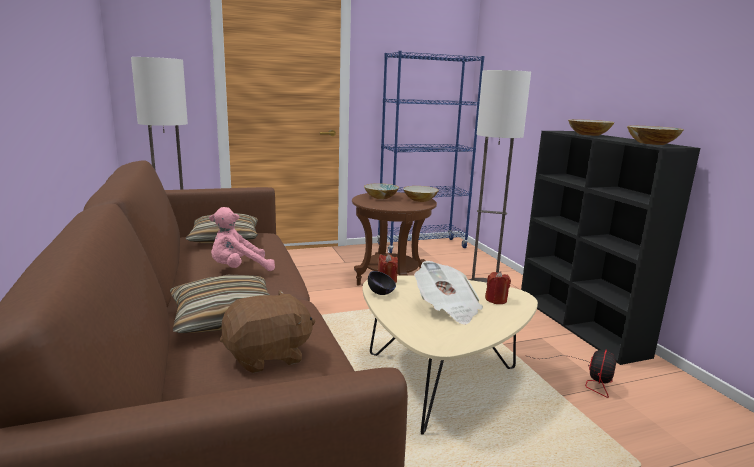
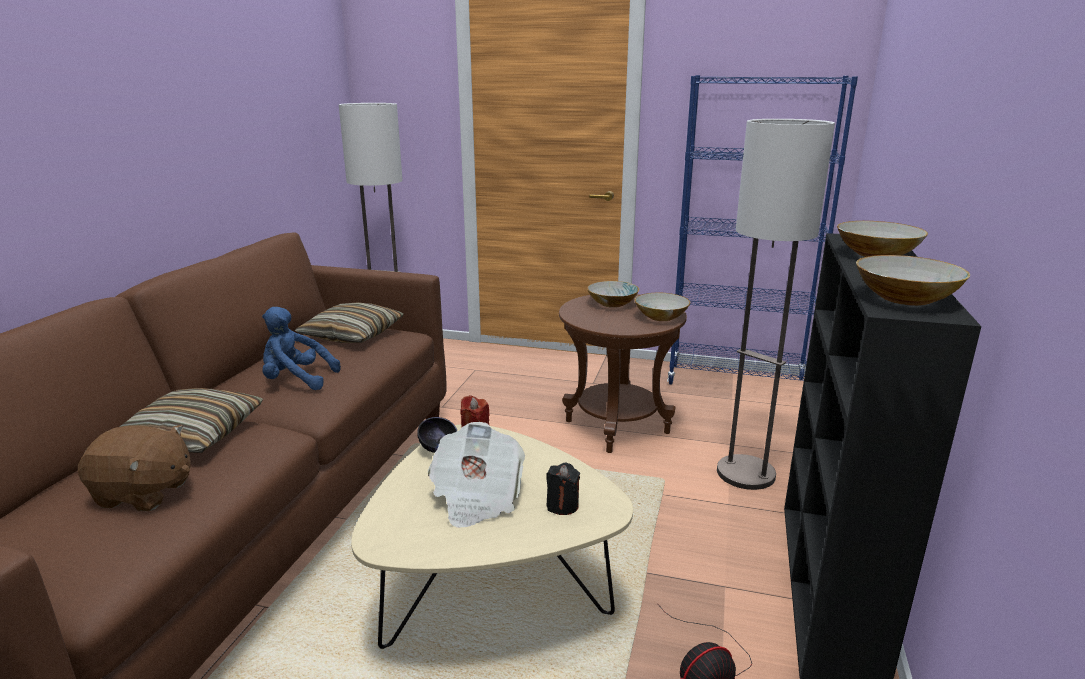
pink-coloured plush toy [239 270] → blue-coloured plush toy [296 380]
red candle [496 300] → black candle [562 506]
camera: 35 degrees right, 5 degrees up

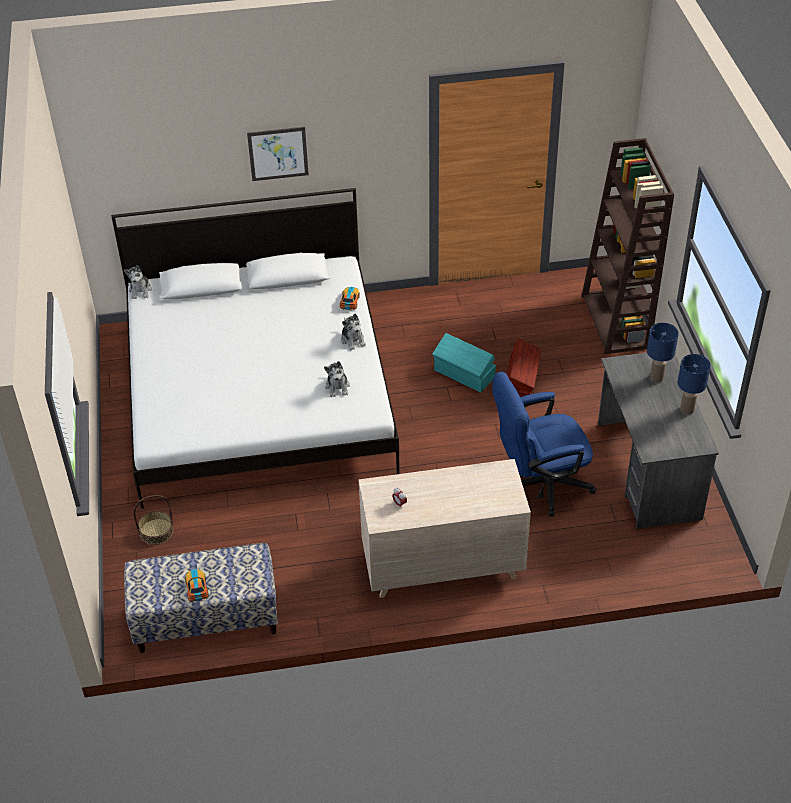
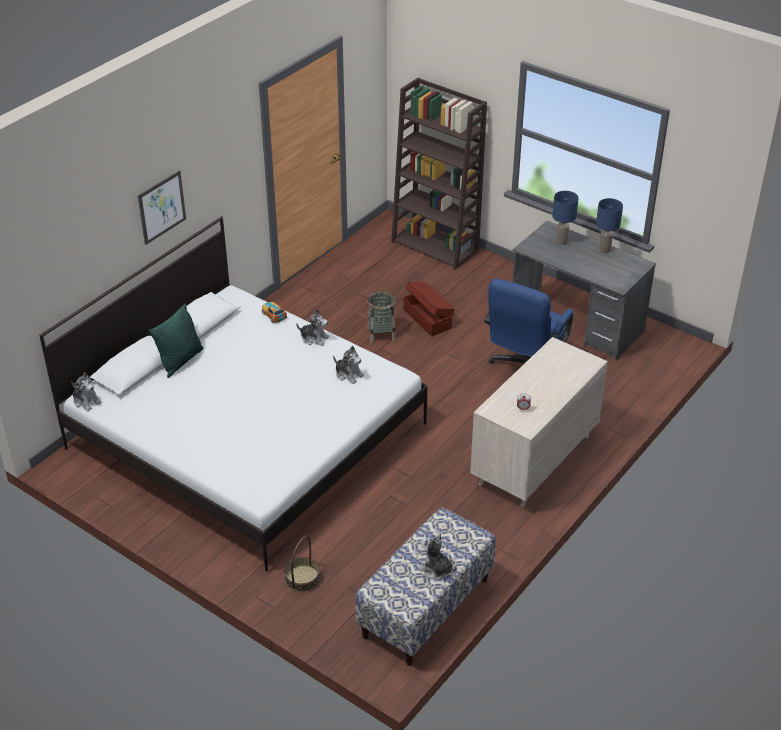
- → green-coloured pillow [180 361]
toy car [197 588] → plush toy [436 569]
turquoise-coloured storage bin [464 374] → storage basket [381 334]
camera: 45 degrees left, 5 degrees down

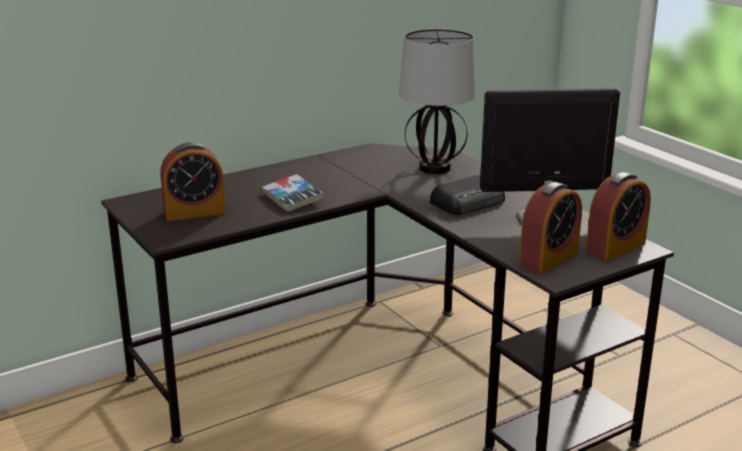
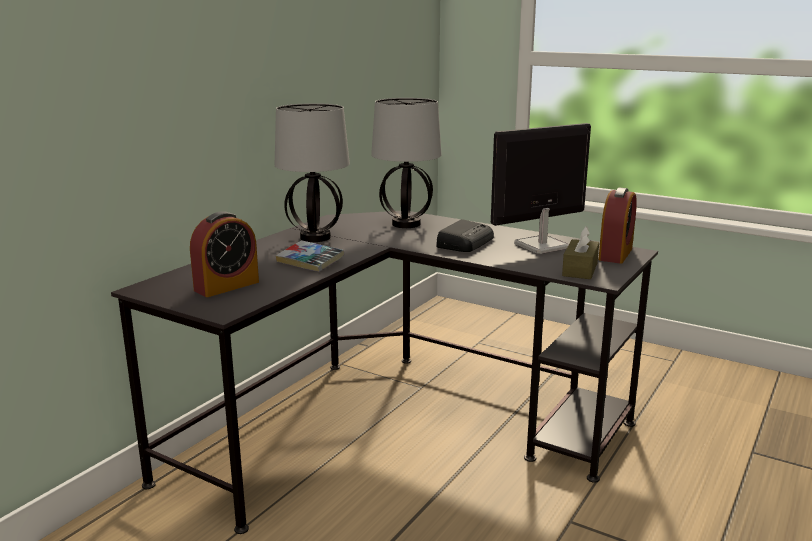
- → tabletop lamp [314 238]
bedside clock [548 259] → brown tissue holder [580 269]
camera: 25 degrees left, 5 degrees down

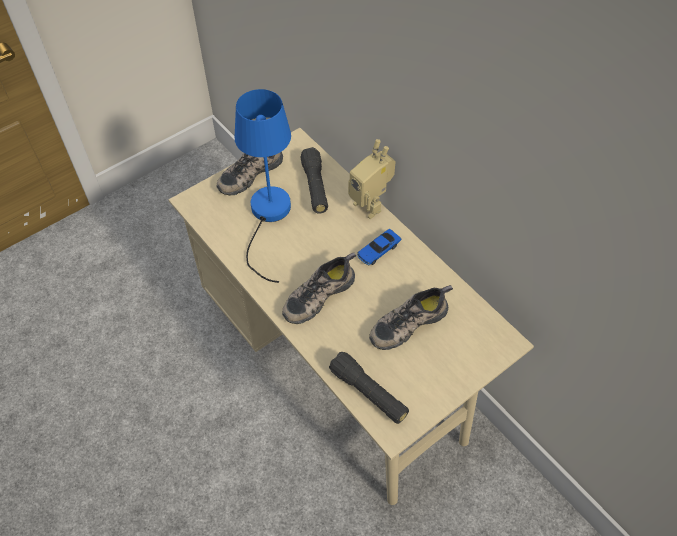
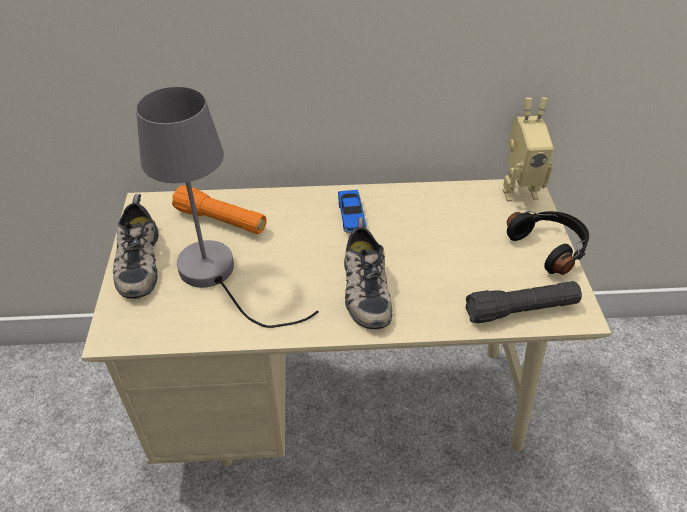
low shoe [408 322] → -
- → black pair of headphones [549 247]
toy robot [370 205] → toy robot [518 190], relocated
blue-coloured tabletop lamp [268 217] → gray tabletop lamp [218 276]
black torch [315 187] → orangey torch [221 220]
camera: 55 degrees left, 10 degrees down

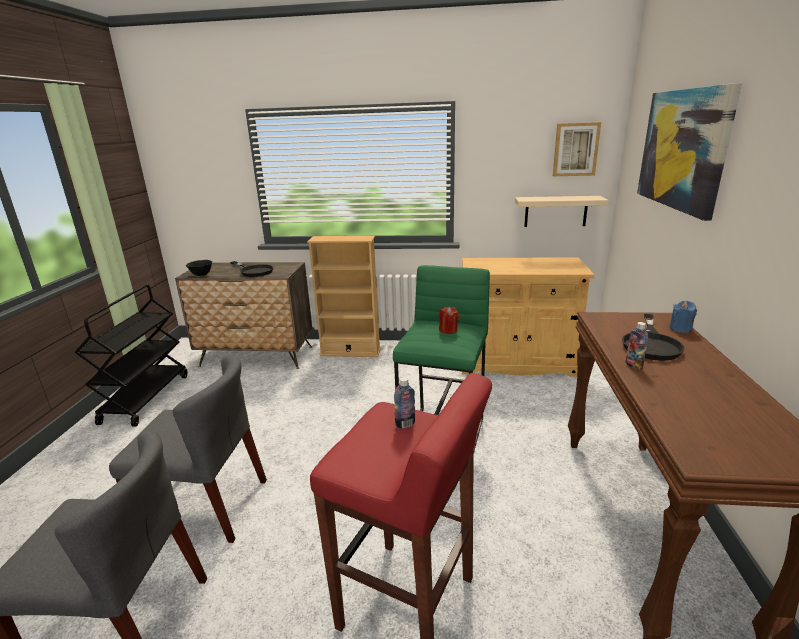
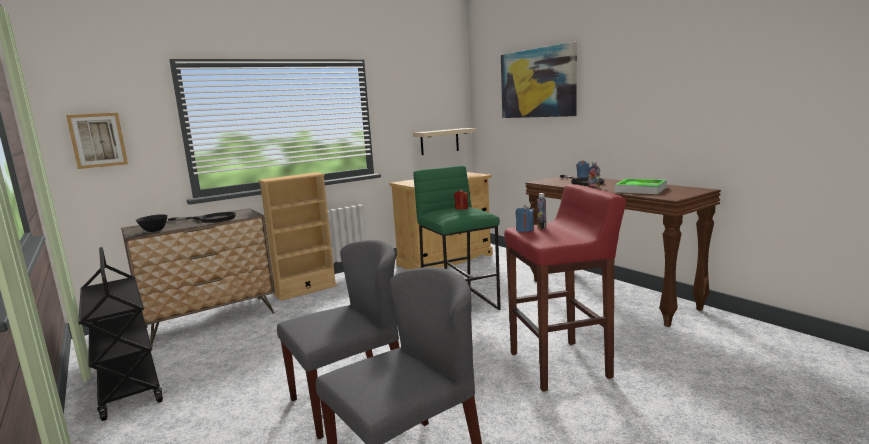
- → blue-coloured candle [525 230]
- → serving tray [640 189]
wall picture [575 149] → wall picture [98 140], relocated
camera: 40 degrees left, 10 degrees down

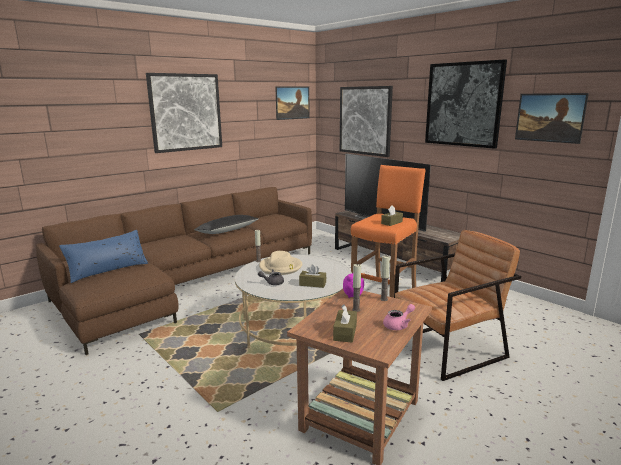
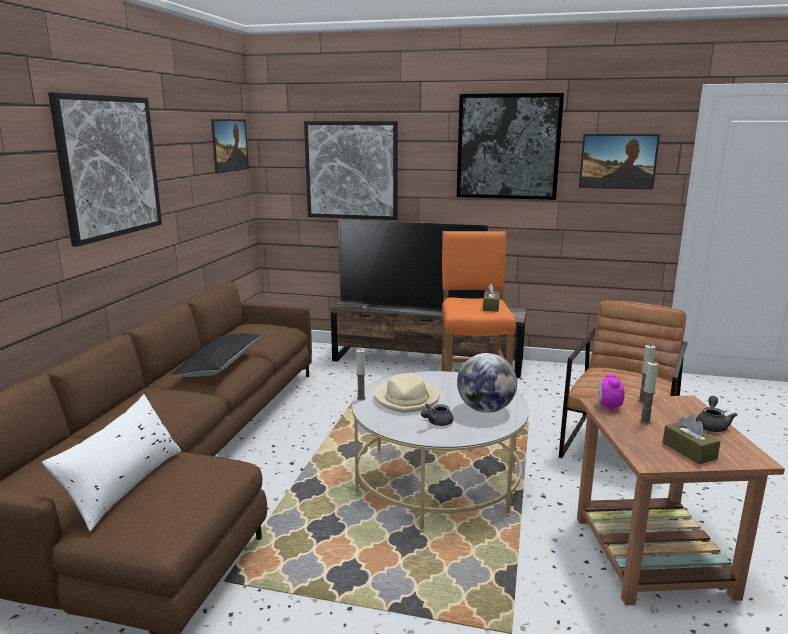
brown tissue holder [312 284] → globe [485 409]
blue-coloured pillow [108 270] → white pillow [124 484]
pink-coloured teapot [398 325] → gray teapot [712 425]
camera: 35 degrees left, 0 degrees up

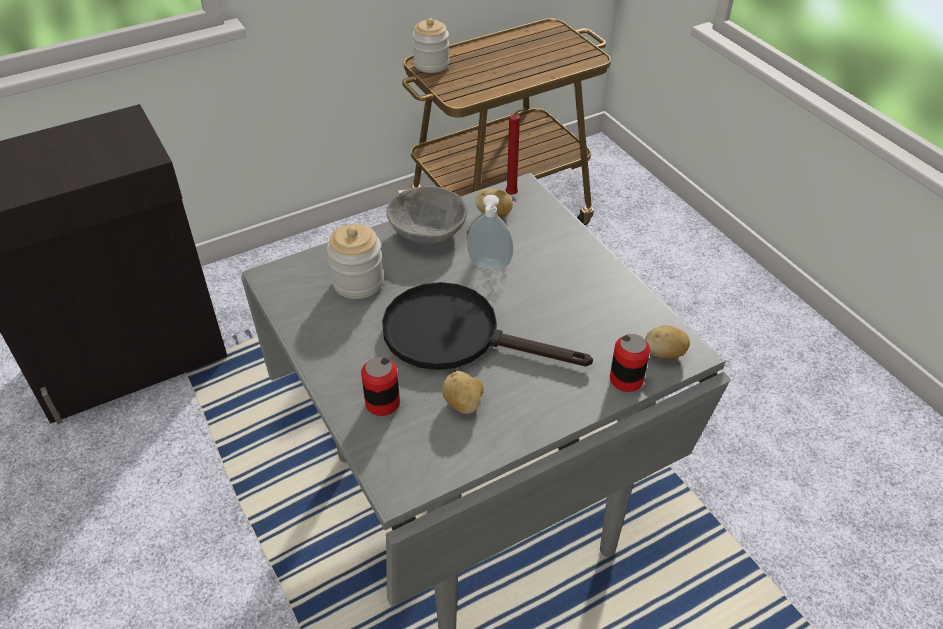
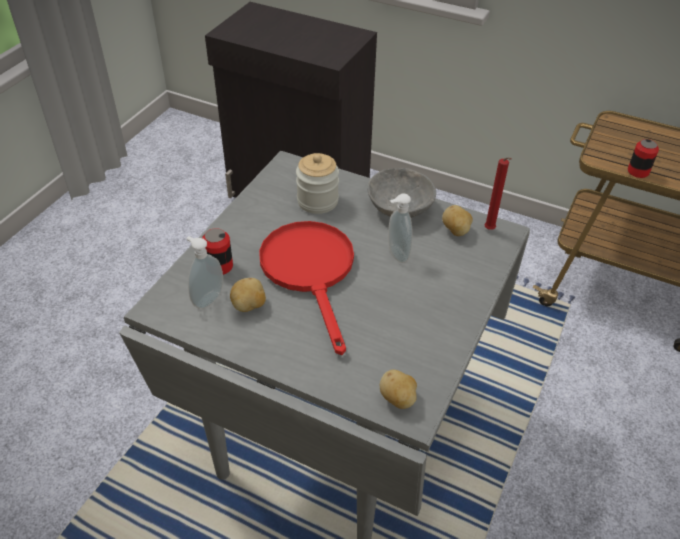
jar [431 64] → -
- → soap dispenser [207 299]
sealed can [626 380] → sealed can [638 171], relocated
black skillet [457 335] → red skillet [311 272]
camera: 55 degrees right, 0 degrees up

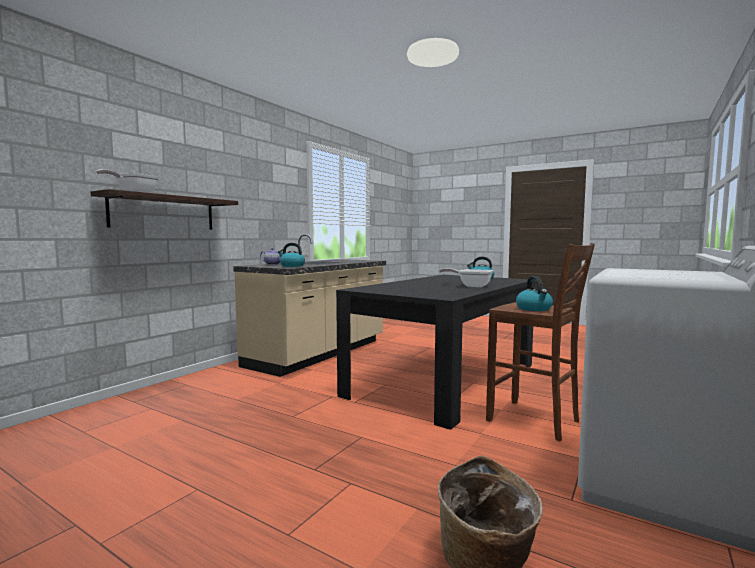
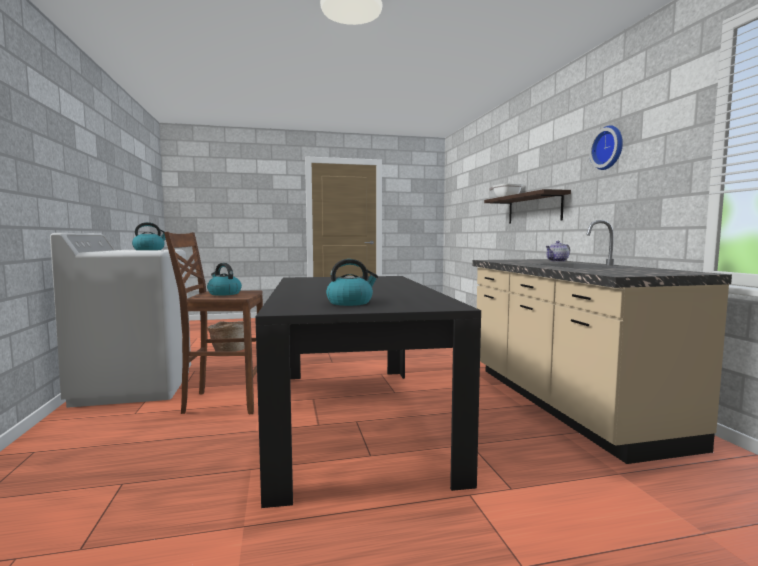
skillet [471 286] → -
- → clock on the wall [609 148]
water kettle [292 266] → water kettle [149 250], relocated
camera: 135 degrees right, 0 degrees up

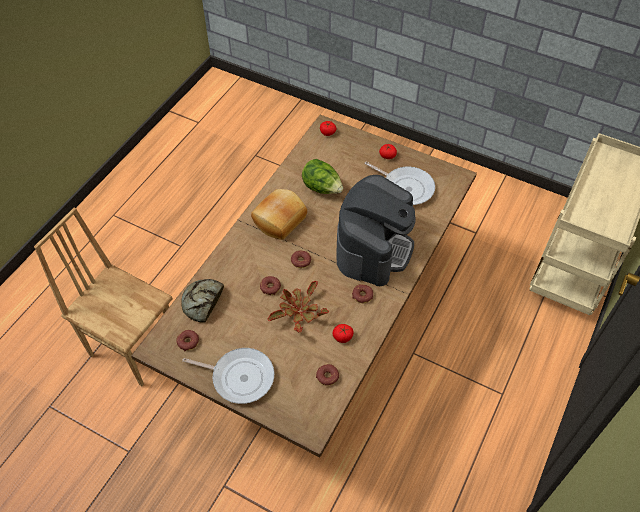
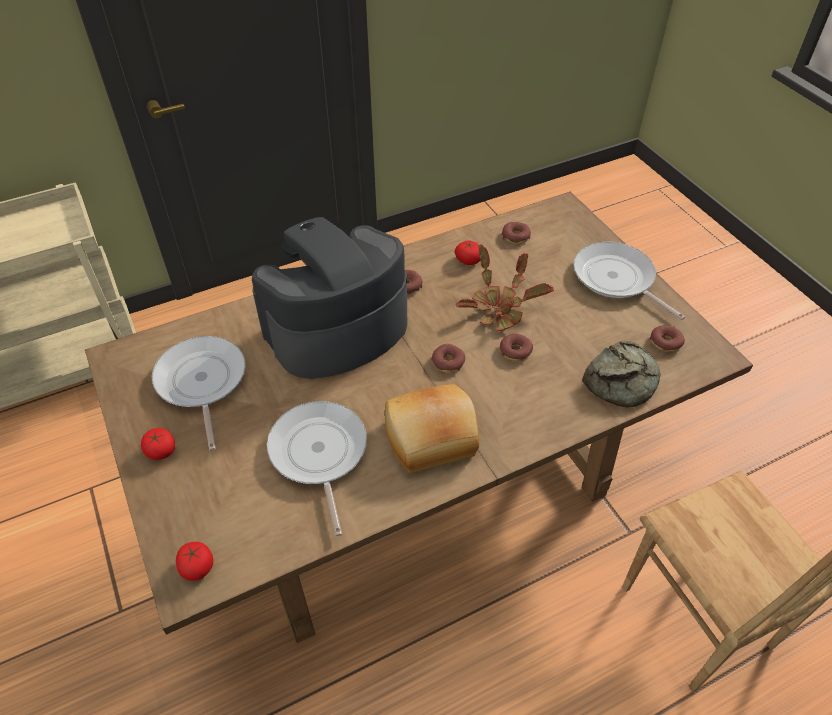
head of lettuce [322 188] → skillet [319 454]
camera: 145 degrees left, 5 degrees down

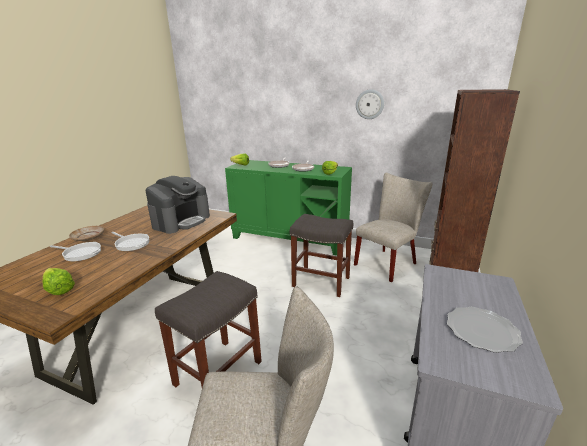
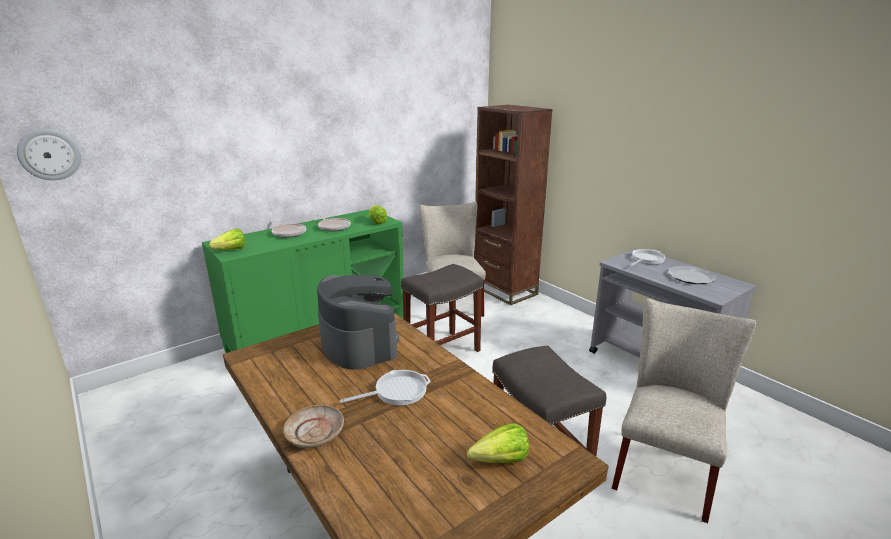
skillet [80 253] → skillet [646 259], relocated
clock on the wall [369 104] → clock on the wall [49 154], relocated
camera: 60 degrees left, 0 degrees up

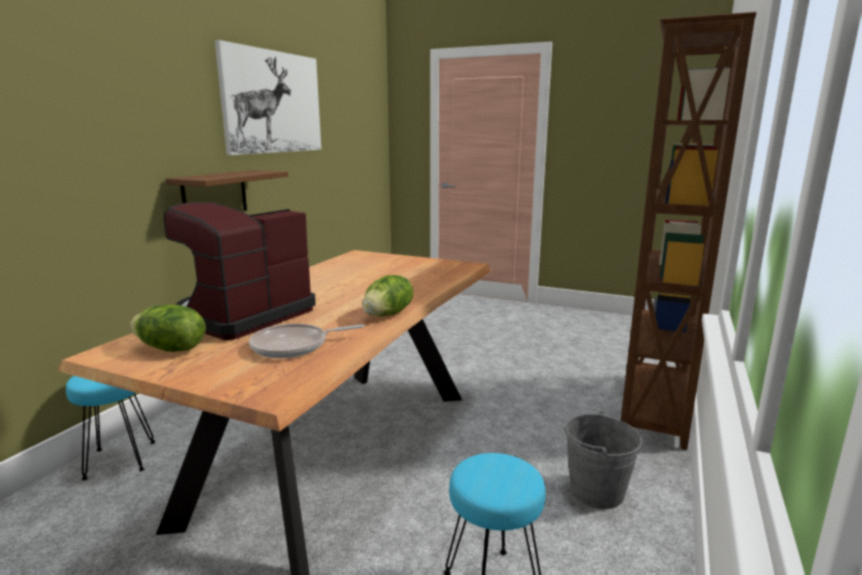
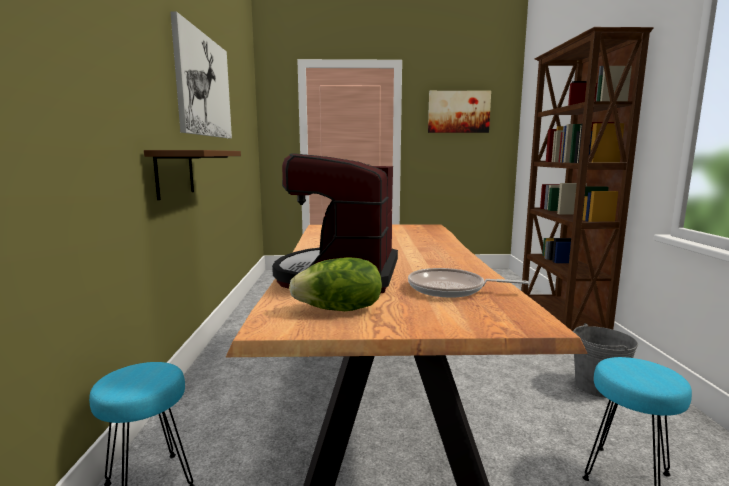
head of lettuce [388 314] → -
- → wall picture [458 112]
skillet [294 346] → skillet [450 289], 60 degrees clockwise
camera: 25 degrees left, 5 degrees down

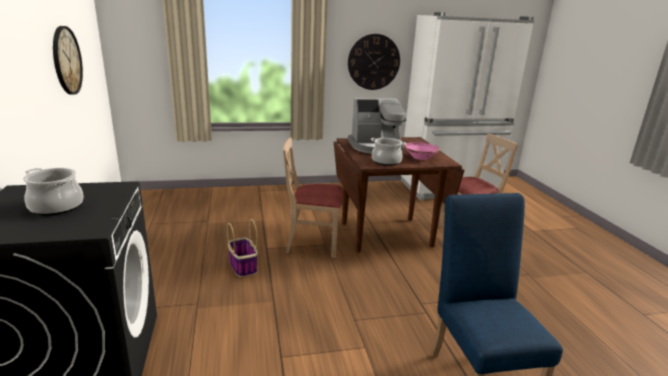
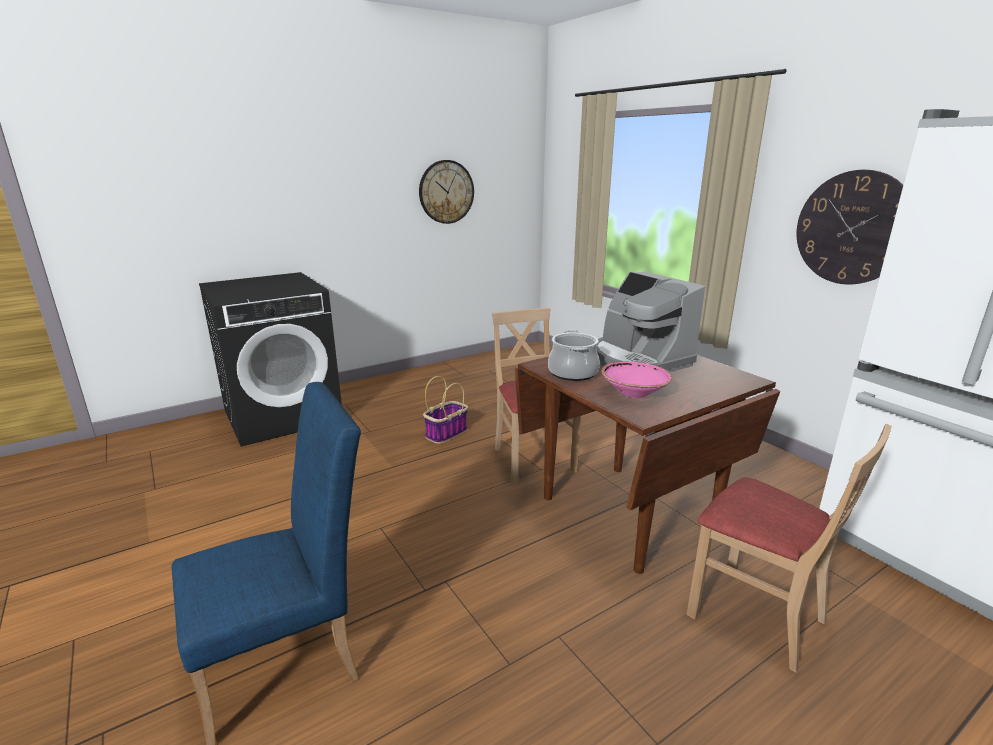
saucepot [56 207] → -
camera: 70 degrees right, 0 degrees up

